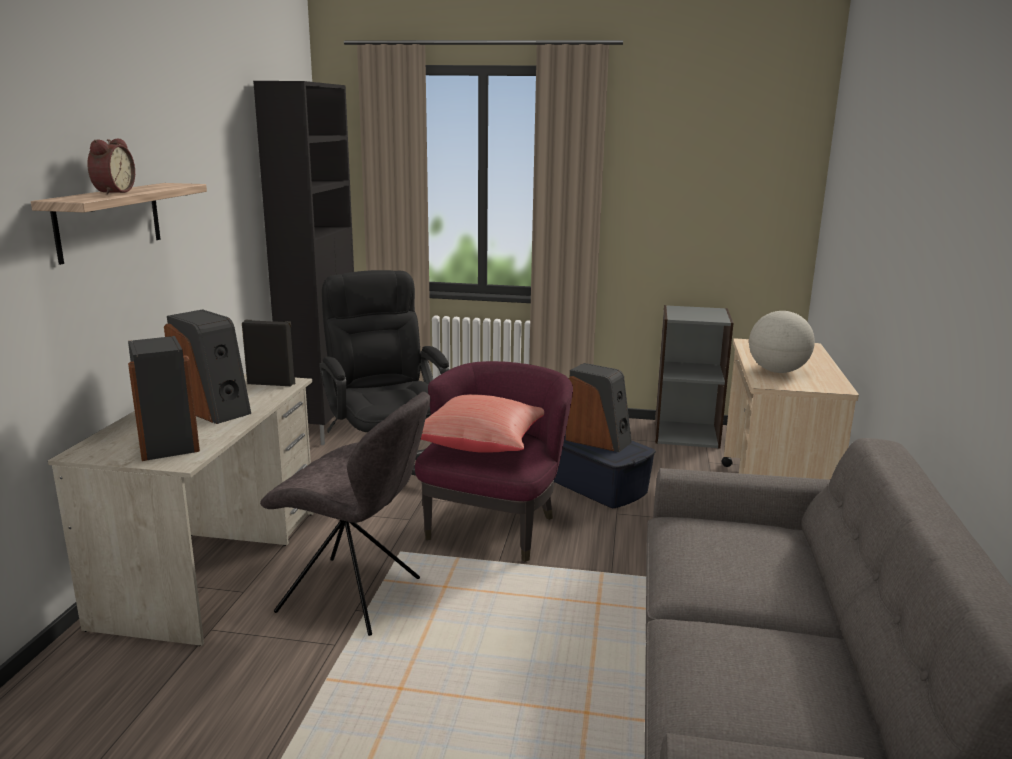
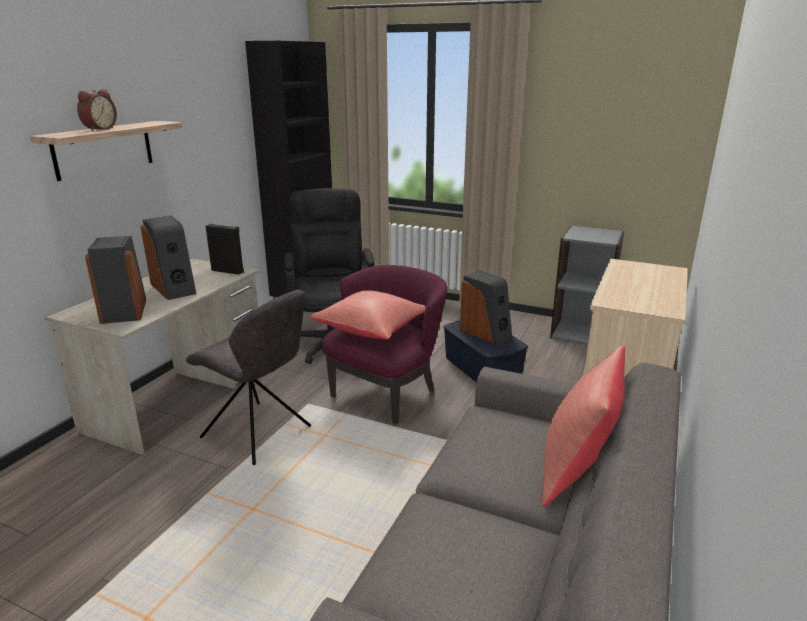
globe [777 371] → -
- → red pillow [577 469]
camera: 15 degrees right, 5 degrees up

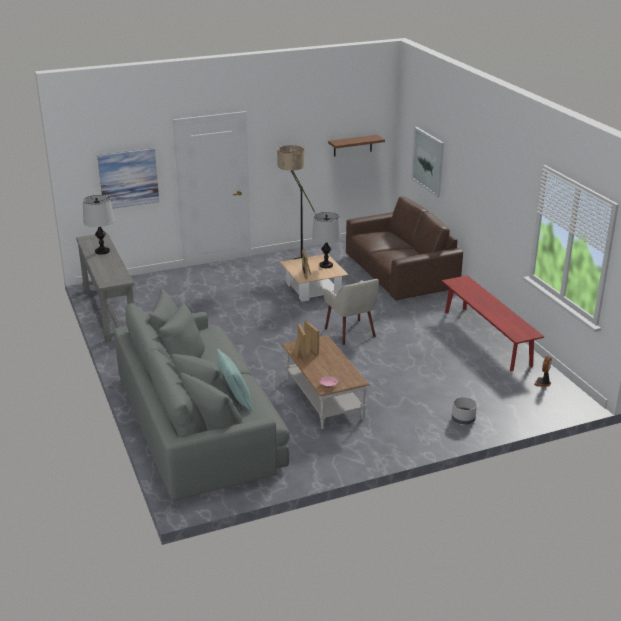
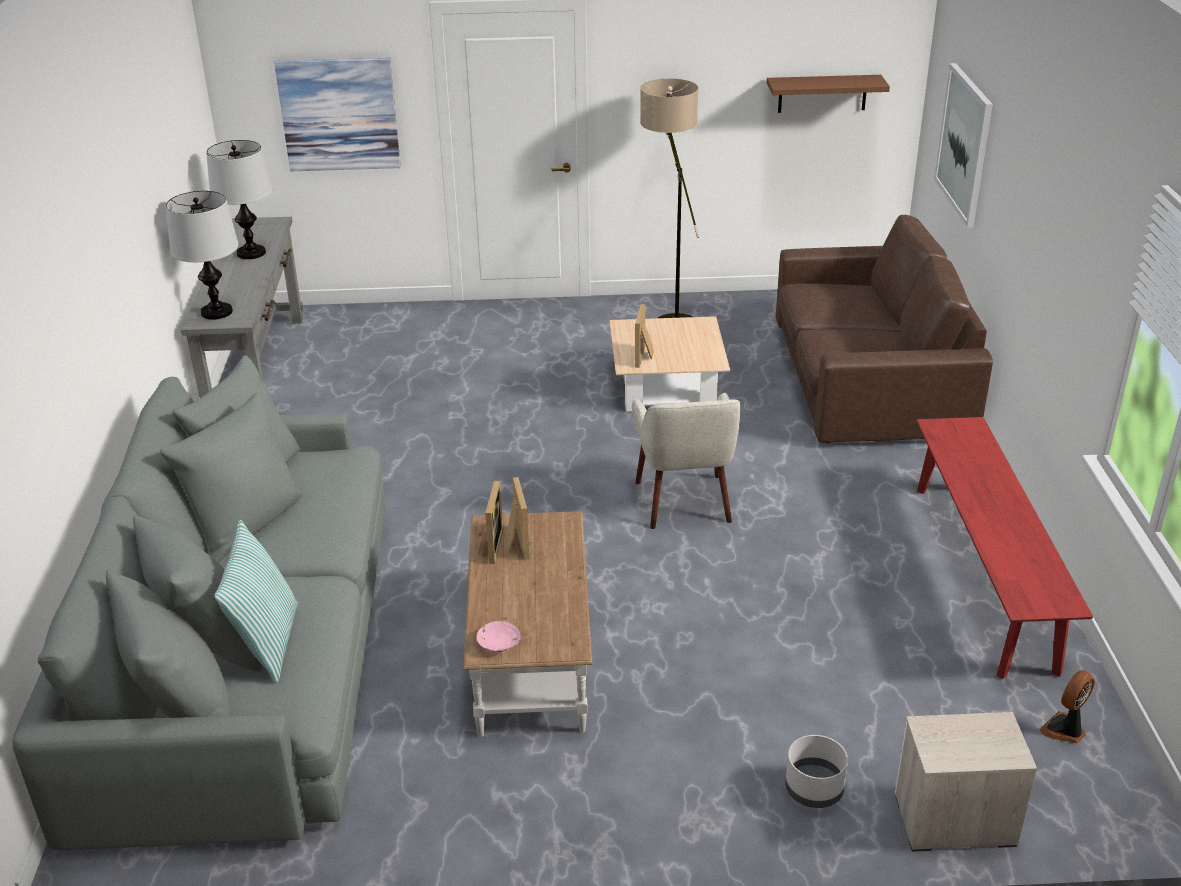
- → nightstand [952 819]
tabletop lamp [326 265] → tabletop lamp [216 312], relocated
camera: 20 degrees right, 5 degrees up

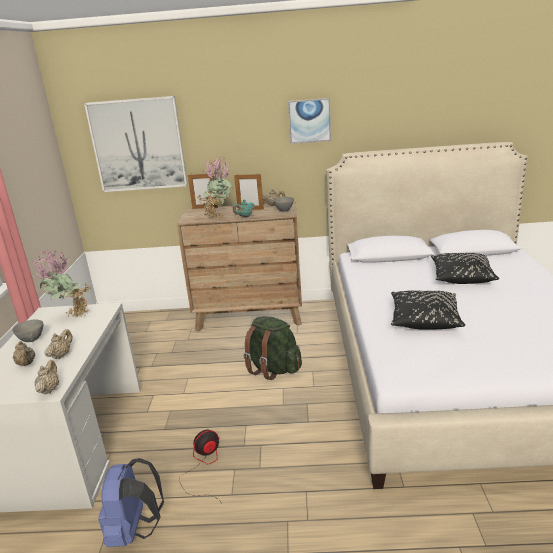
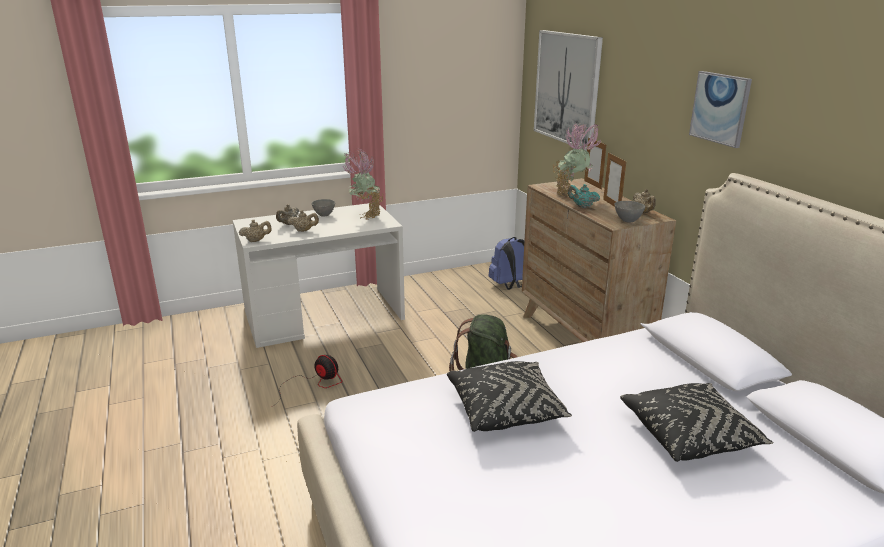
blue-coloured backpack [135 530] → blue-coloured backpack [509 285], relocated
camera: 65 degrees right, 0 degrees up

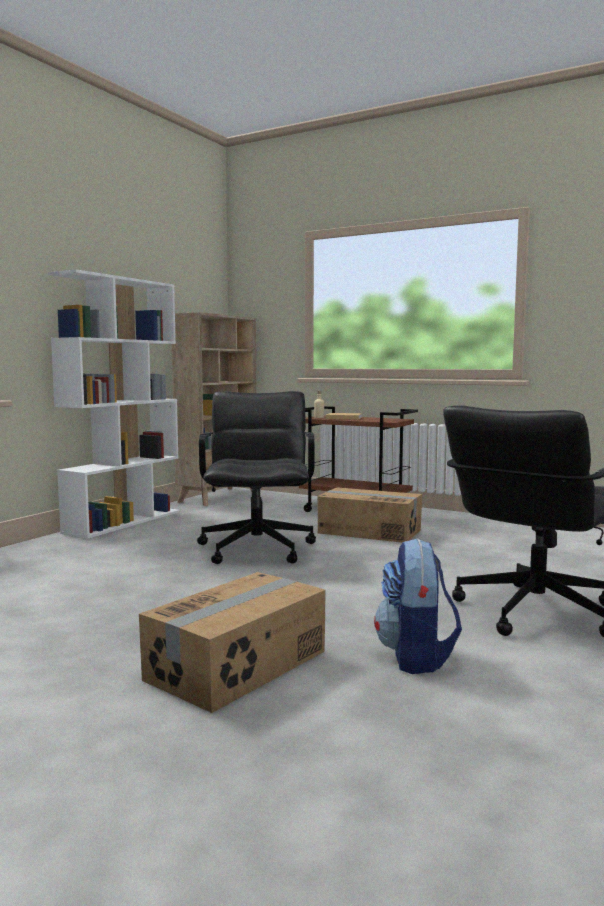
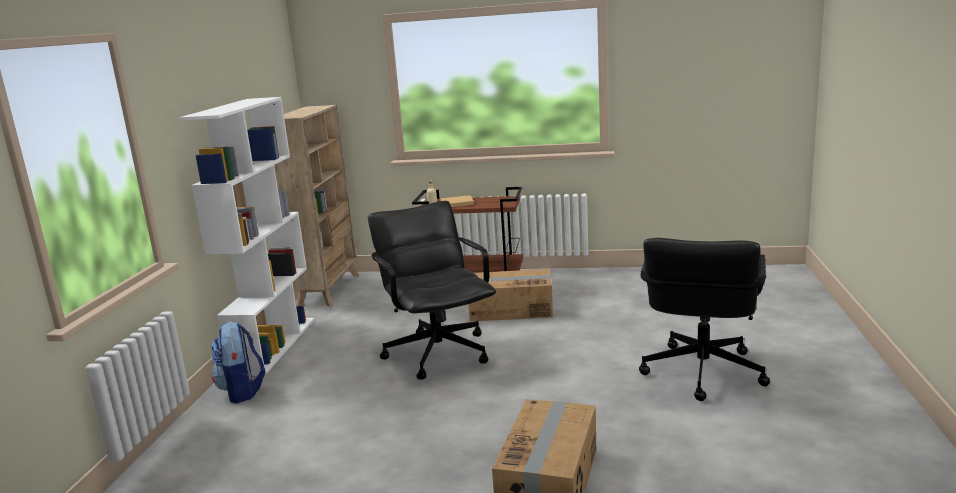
backpack [416 657] → backpack [242 391], relocated
camera: 20 degrees left, 10 degrees up

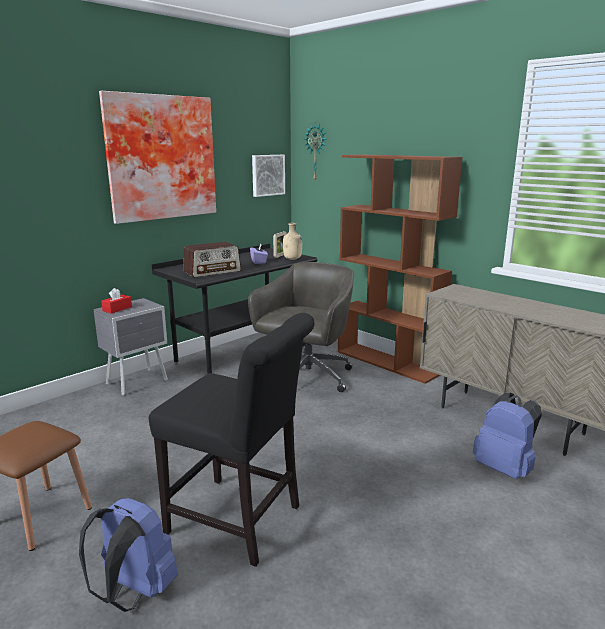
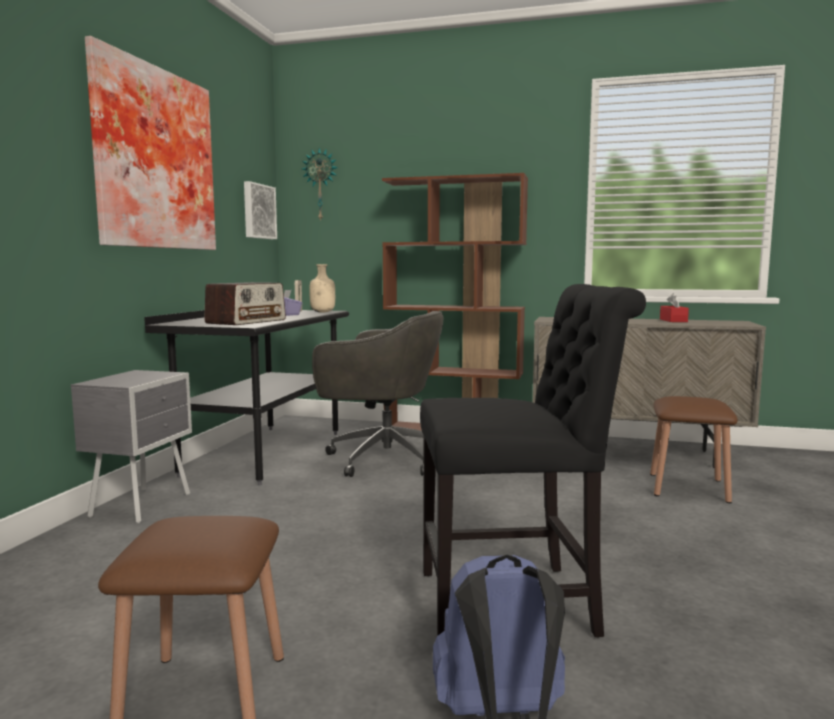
red tissue holder [117 309] → red tissue holder [673 320], relocated
blue-coloured backpack [504 468] → brown stool [688 487]
gray computer chair [306 377] → gray computer chair [382 459], 105 degrees clockwise
camera: 30 degrees left, 10 degrees down

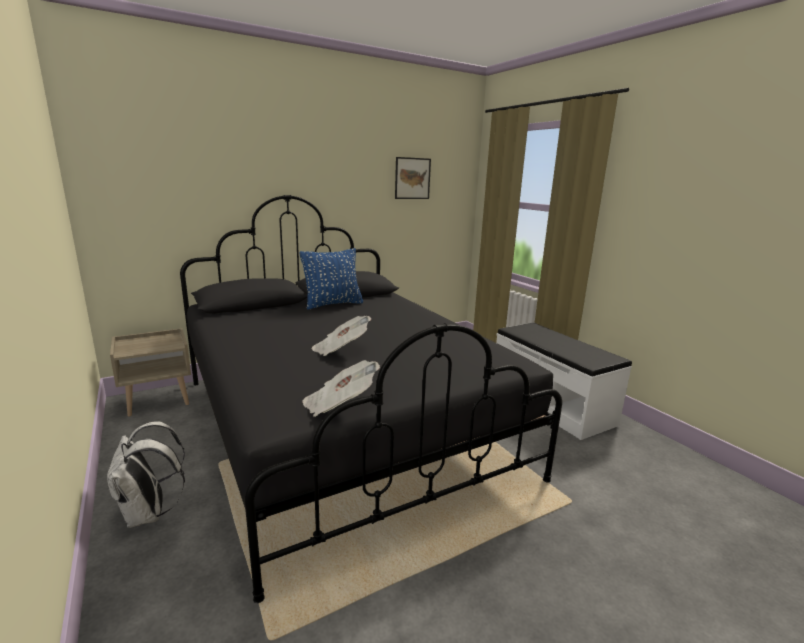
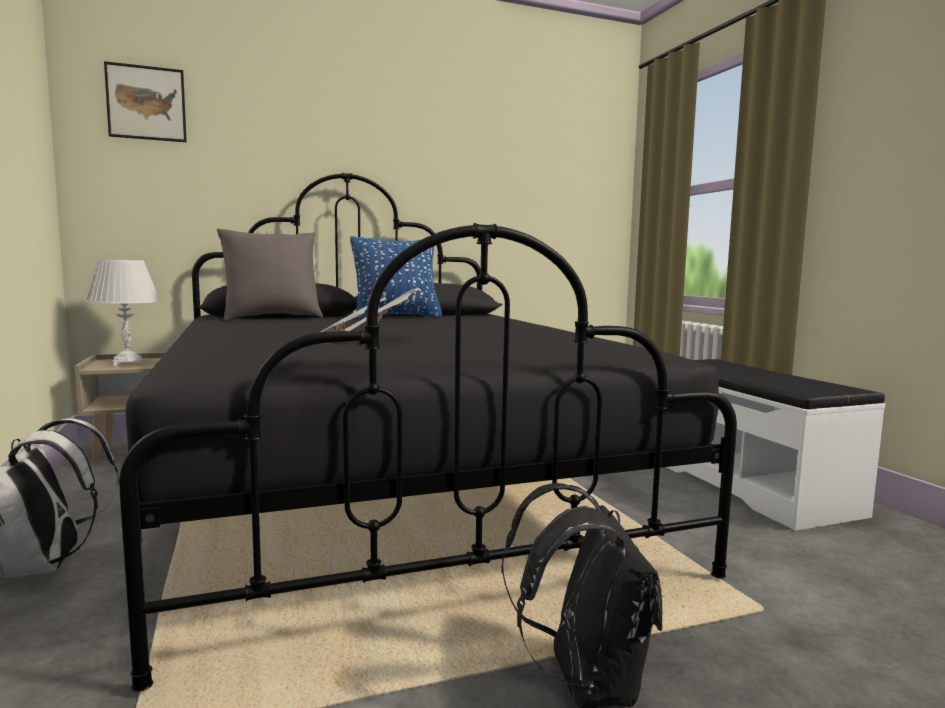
- → white tabletop lamp [128 363]
- → gray pillow [272 318]
- → black backpack [584 682]
wall picture [412 178] → wall picture [146 103], relocated
camera: 10 degrees right, 10 degrees down

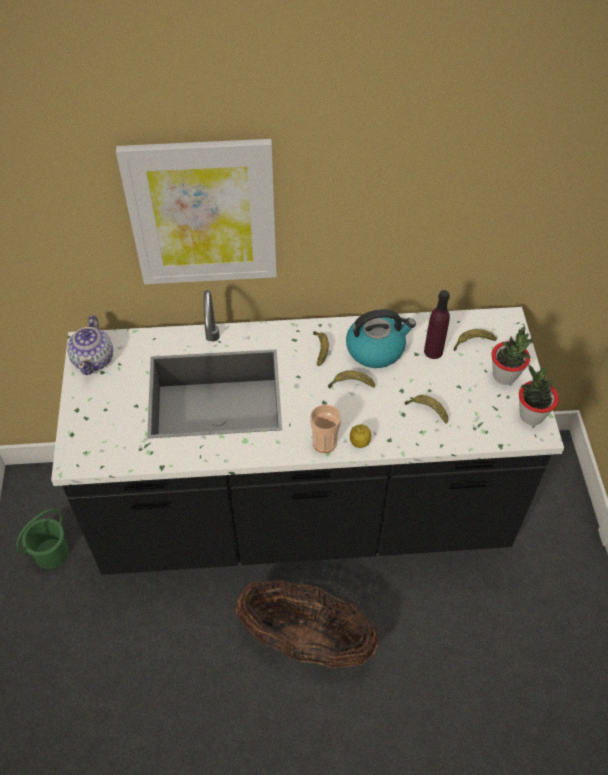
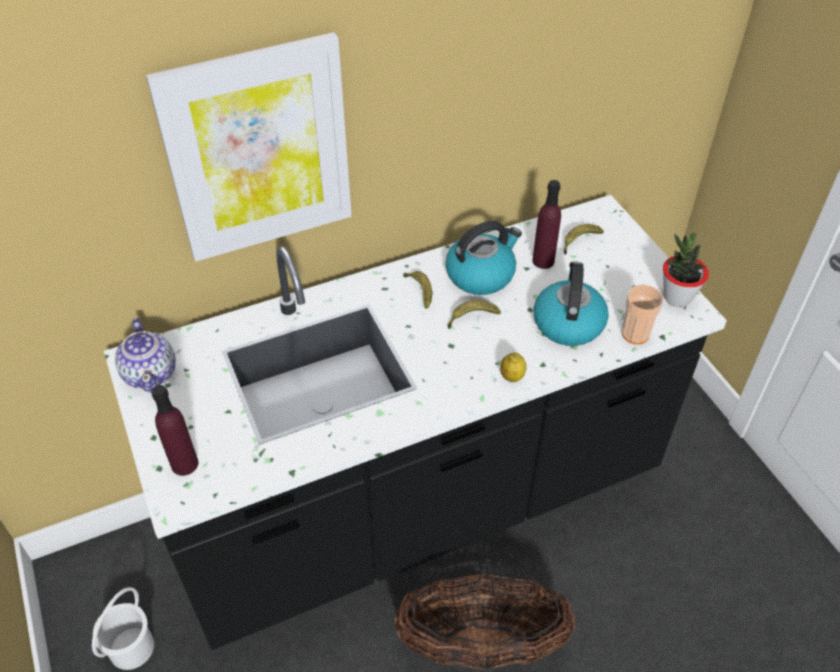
potted plant [504 376] → -
- → purple-coloured drink bottle [184 464]
cup [324 443] → cup [635 334], relocated
banana fruit [427 410] → water kettle [568 322]
green-coloured water bucket [51 553] → white water bucket [130 648]
camera: 20 degrees left, 5 degrees down

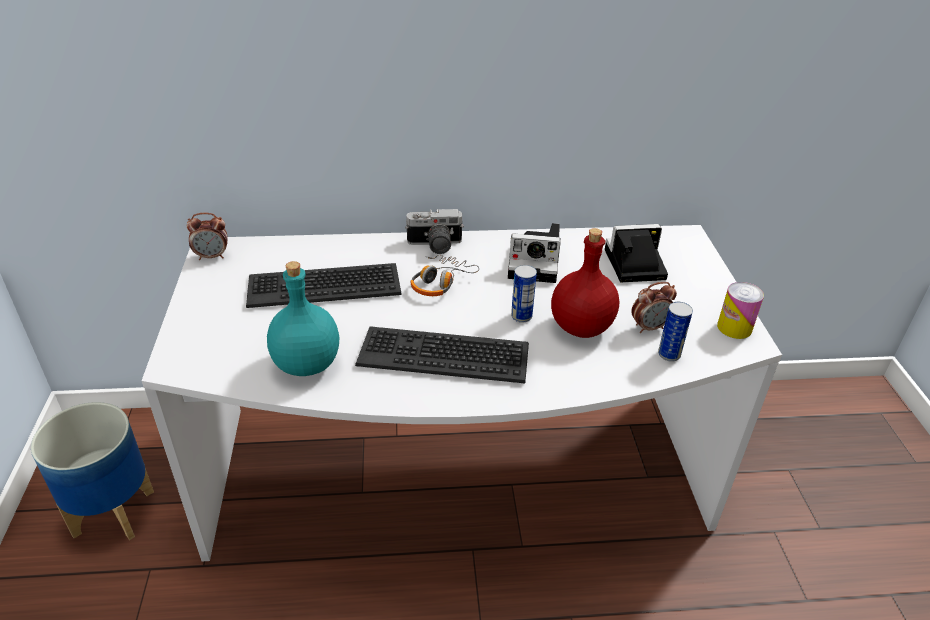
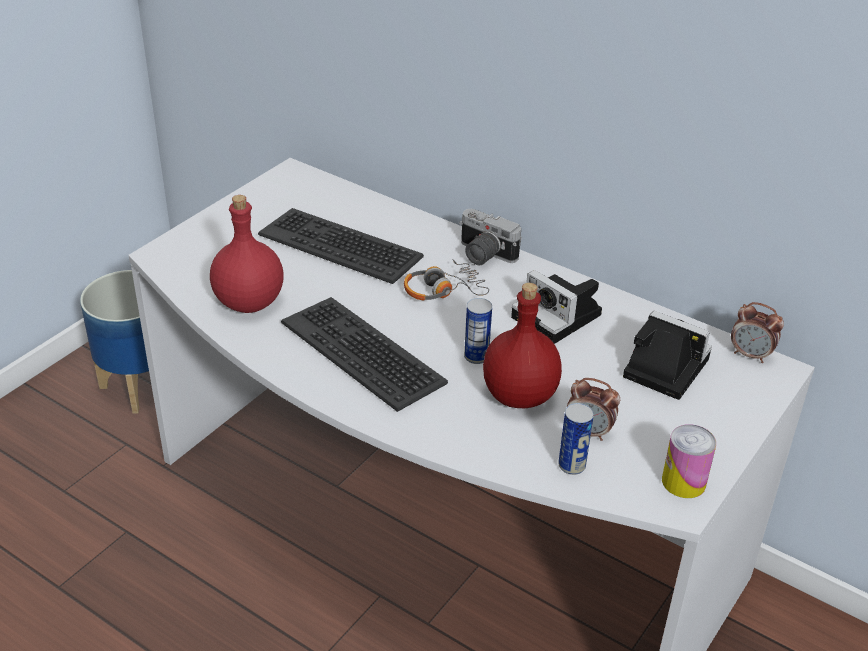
bedside clock [212 256] → bedside clock [750 355], relocated
turquoise-coloured drink bottle [306 365] → red drink bottle [248 303]
camera: 40 degrees right, 0 degrees up

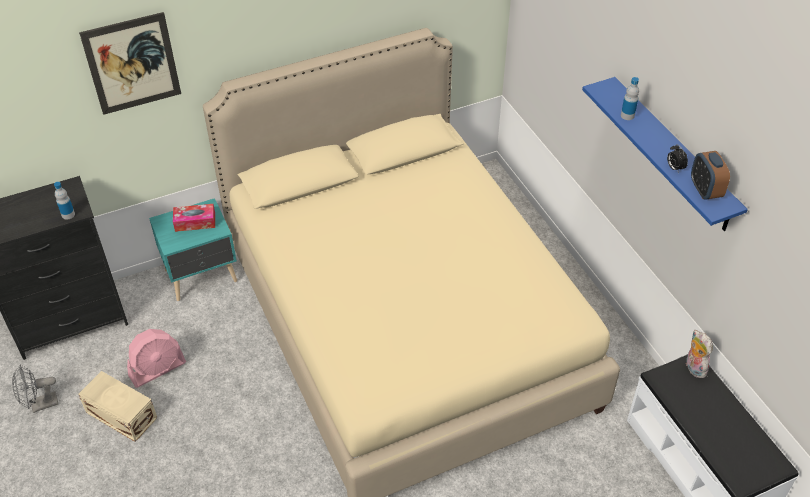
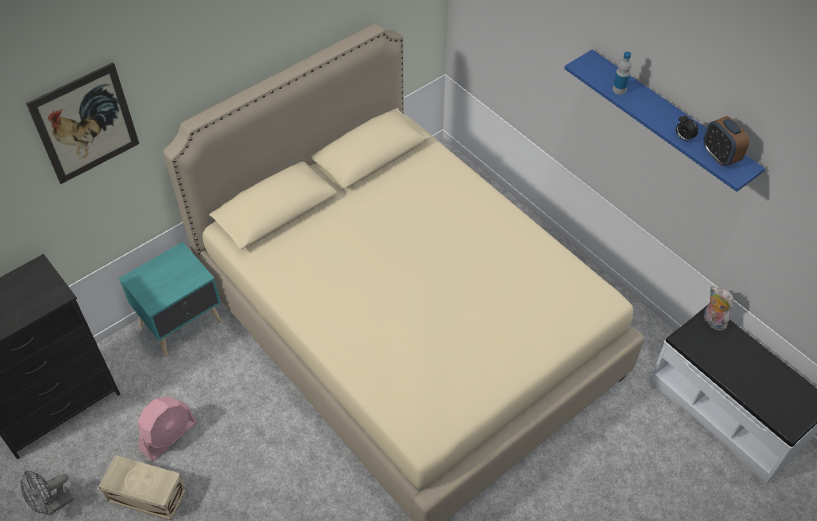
drink bottle [68 215] → -
tissue holder [195 222] → -
camera: 15 degrees left, 5 degrees up

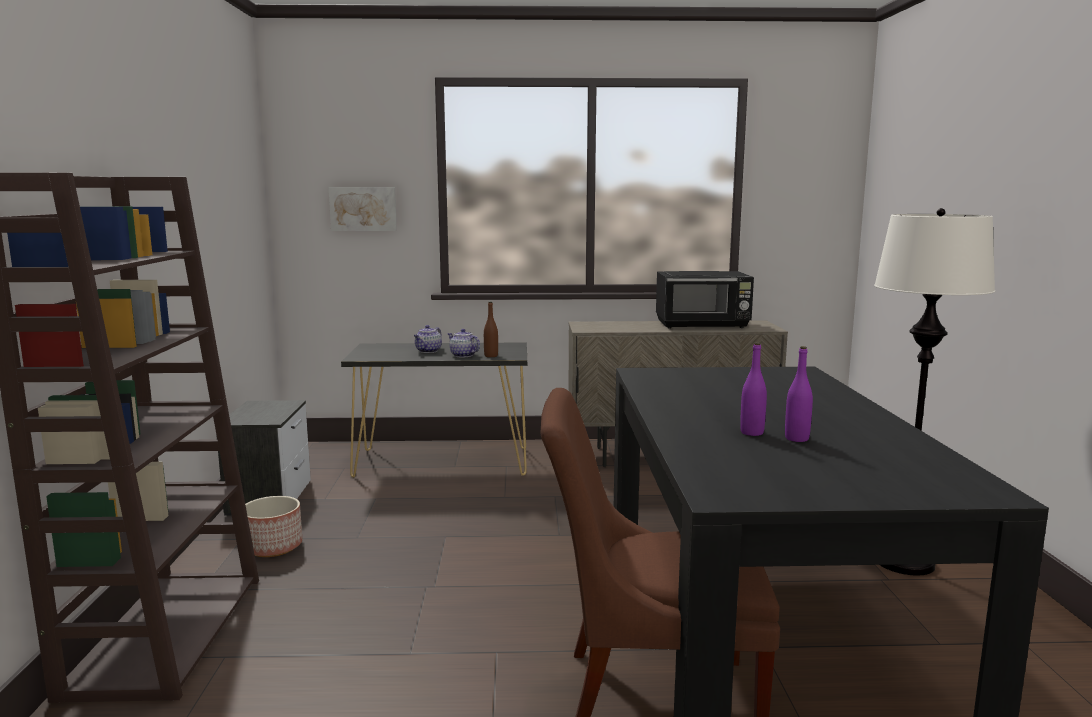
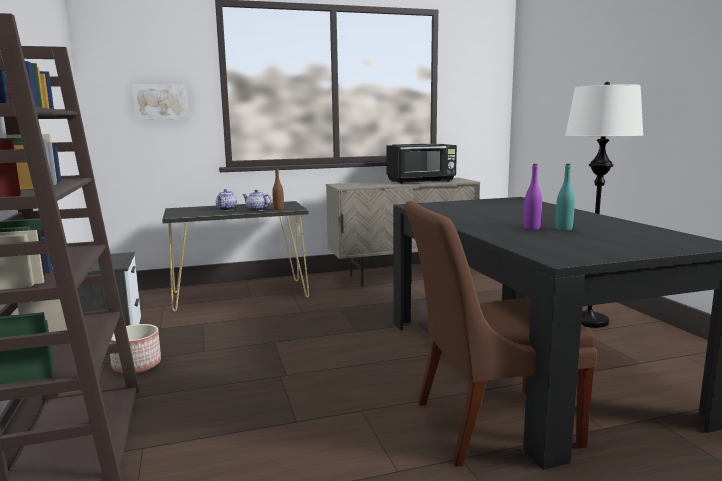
purple-coloured drink bottle [796 438] → turquoise-coloured drink bottle [563 229]
camera: 15 degrees left, 0 degrees up

